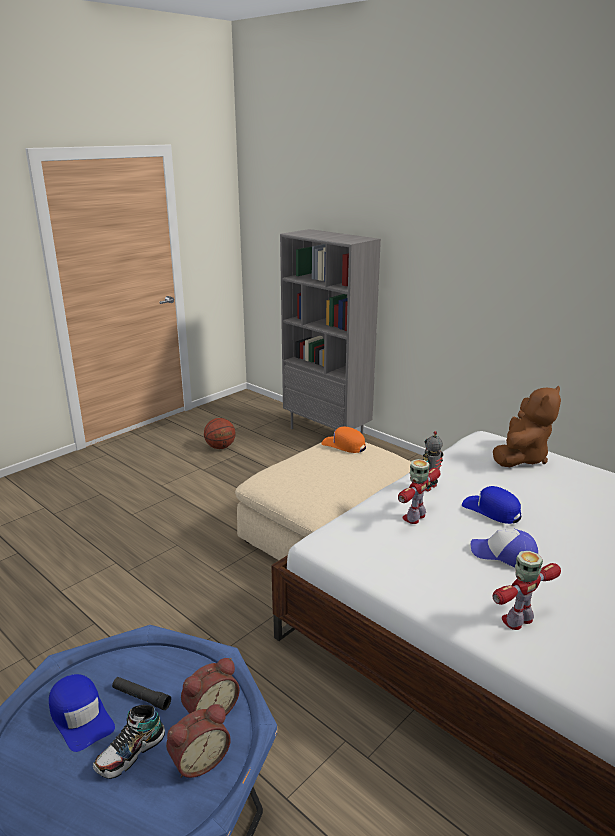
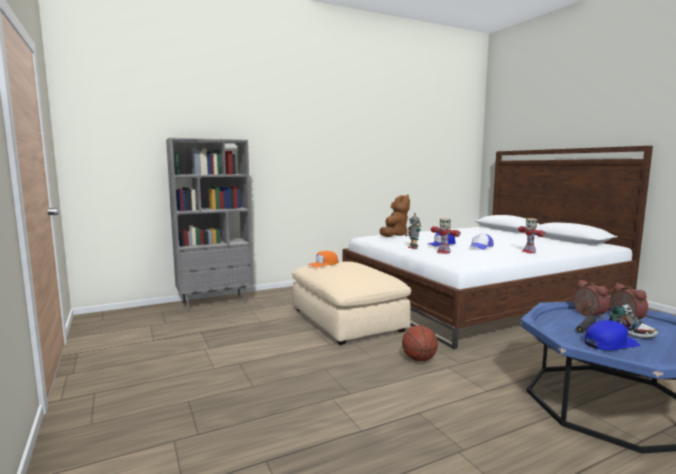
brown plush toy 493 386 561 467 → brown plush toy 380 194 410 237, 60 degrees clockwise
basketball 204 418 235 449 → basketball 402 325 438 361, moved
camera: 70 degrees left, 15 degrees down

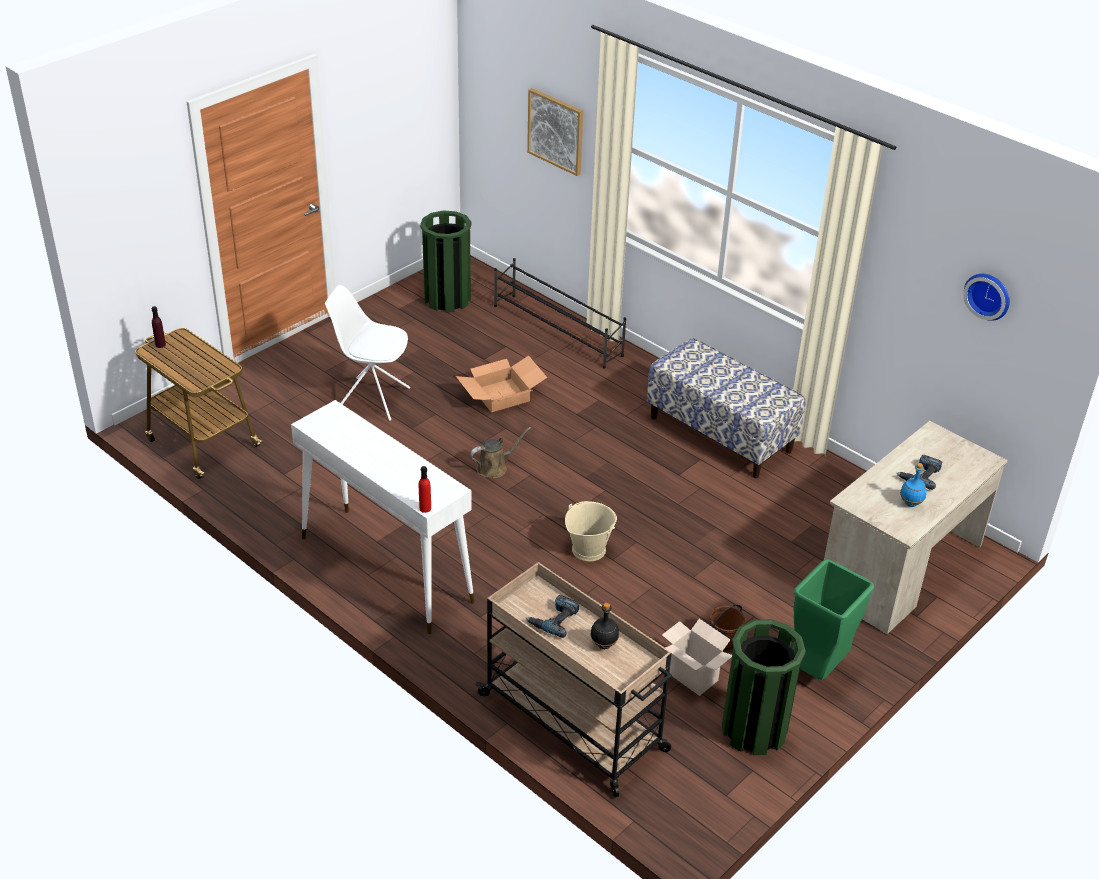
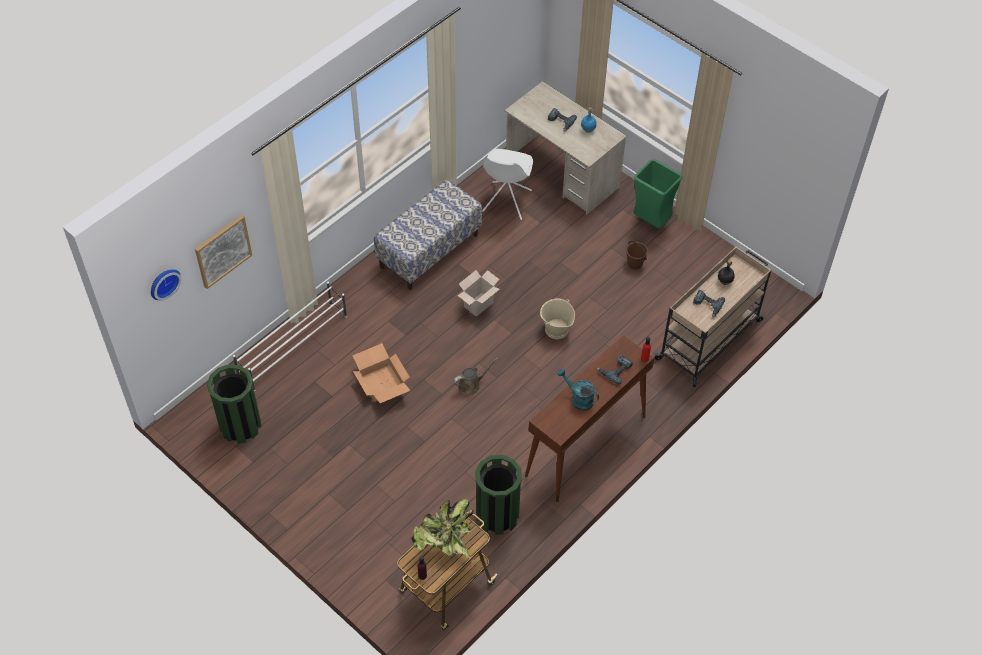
wall clock 964 274 1010 321 → wall clock 151 269 181 301, moved
black shoe rack 494 258 626 369 → white shoe rack 233 282 347 391
- → potted plant 411 499 473 558
brown watering can 470 427 531 478 → brown watering can 453 357 498 395, 90 degrees clockwise
cardboard box 662 619 732 696 → cardboard box 458 270 500 317, moved
green trash can 722 619 806 755 → green trash can 475 455 522 535, moved
white chair 325 285 410 421 → white chair 482 149 533 220, moved
white console table 291 400 475 634 → brown console table 525 335 654 502
- → turquoise watering can 557 369 599 411
- → power drill 597 355 633 385
camera: 90 degrees left, 15 degrees up

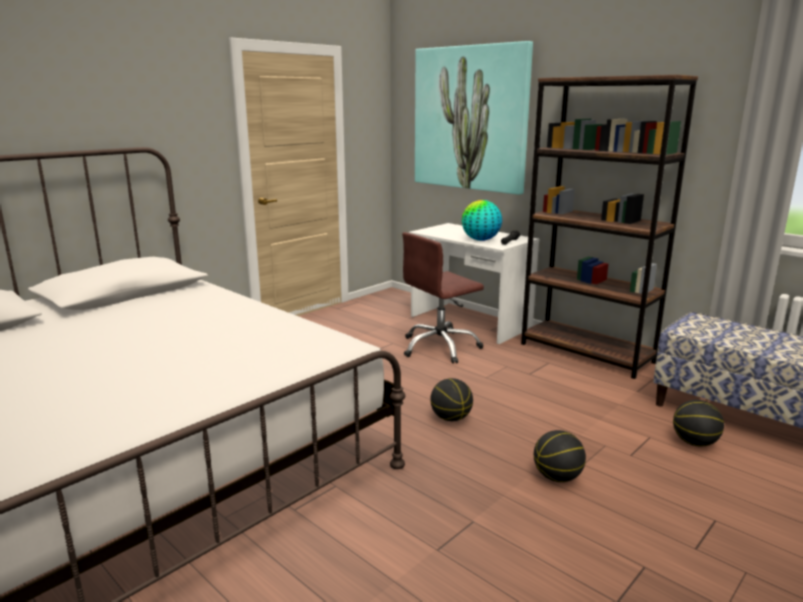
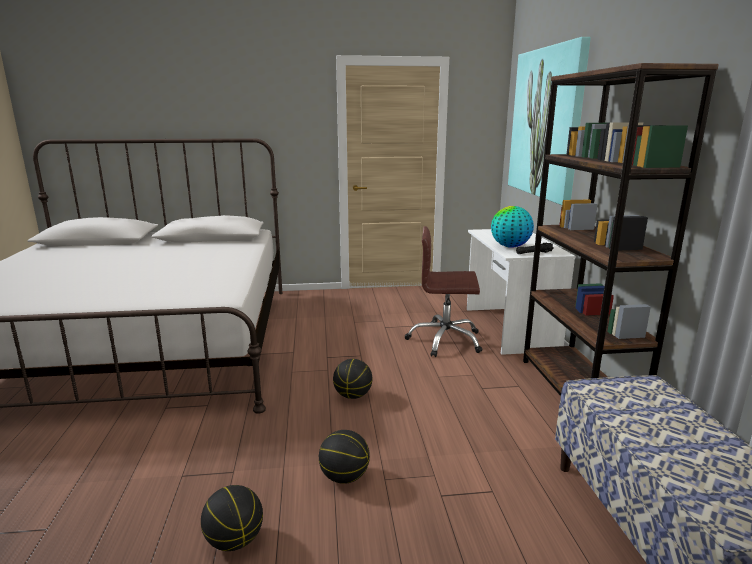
basketball 673 400 724 447 → basketball 201 485 263 551, moved
camera: 40 degrees right, 0 degrees up

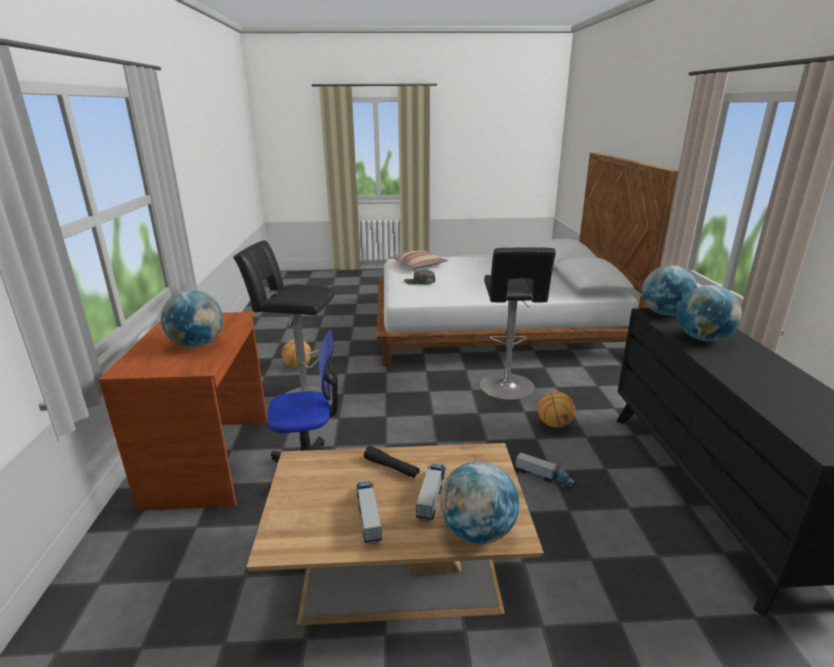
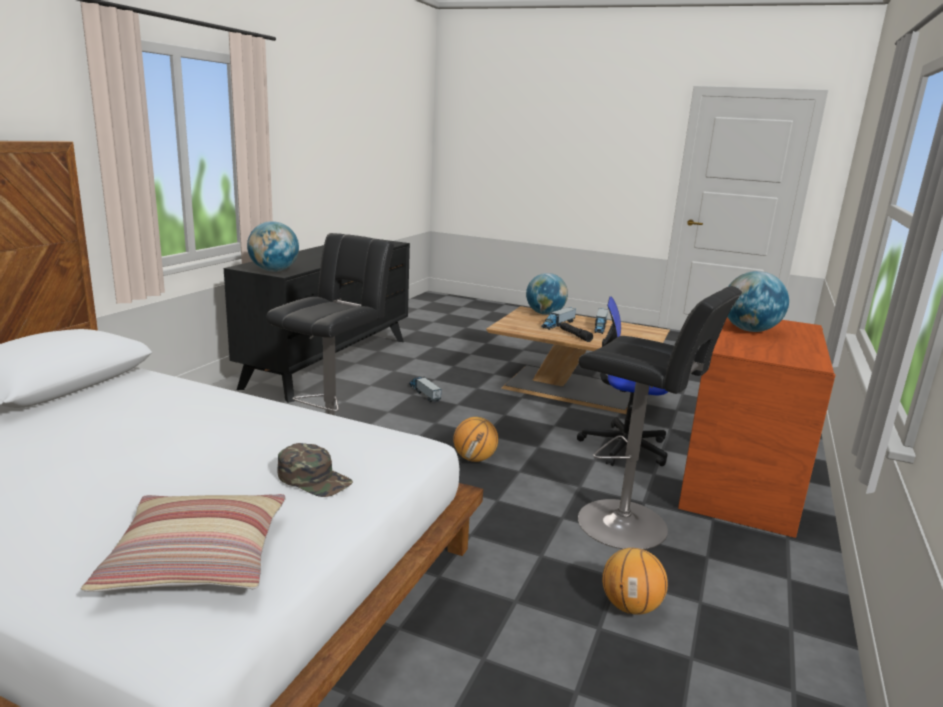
basketball 538 391 575 428 → basketball 453 417 498 462, moved
globe 677 285 742 341 → -
camera: 155 degrees left, 5 degrees down

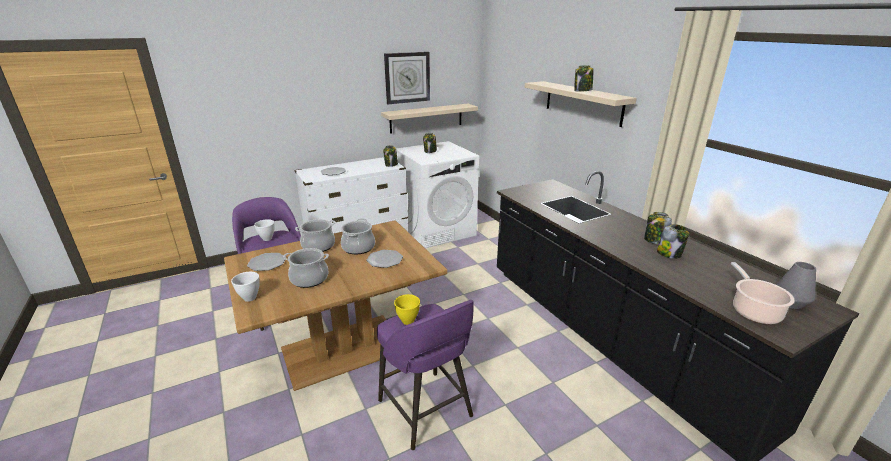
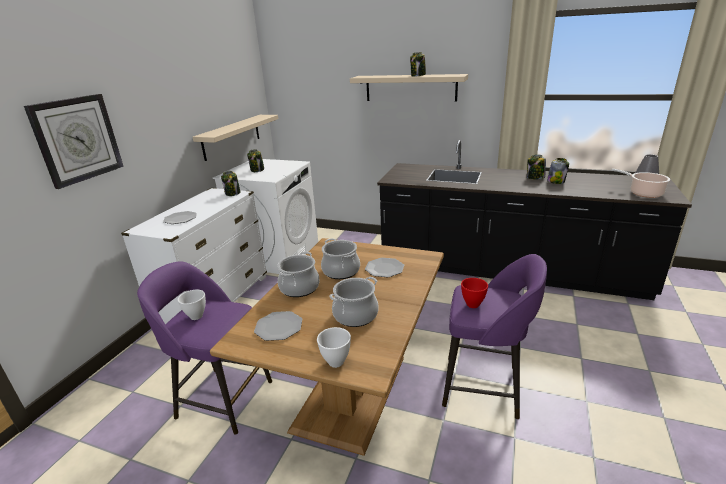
wall clock 384 52 430 104 → wall clock 24 94 124 189, moved
yellow bowl 394 294 420 325 → red bowl 461 278 488 308
camera: 40 degrees left, 0 degrees up

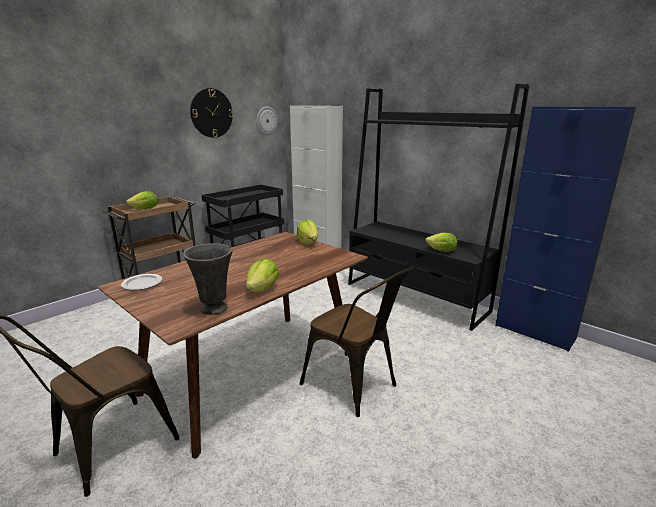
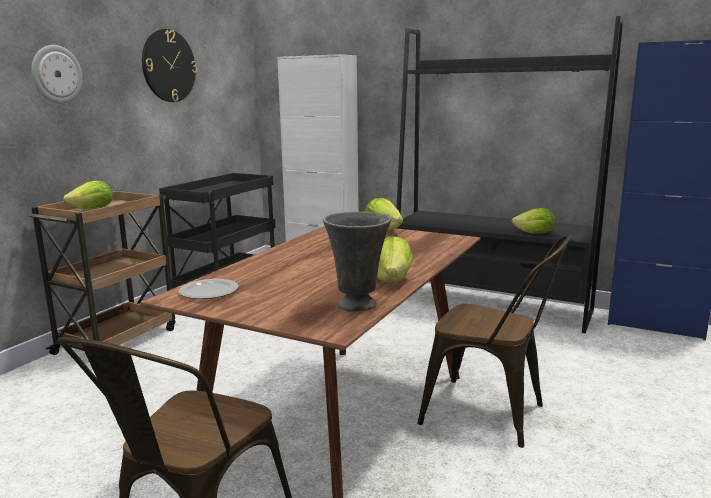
wall clock 256 107 278 135 → wall clock 31 45 83 104, moved
camera: 15 degrees left, 5 degrees down

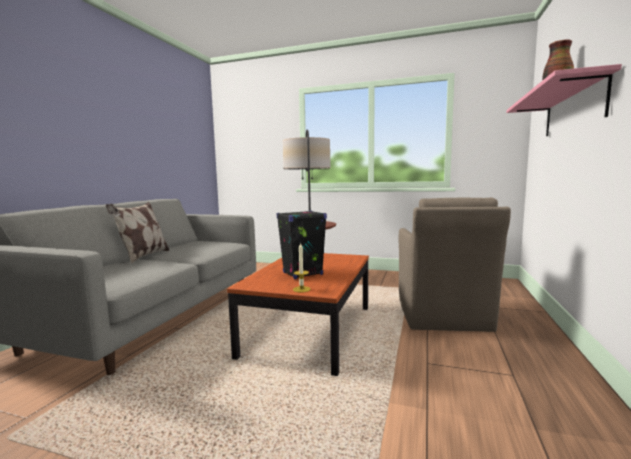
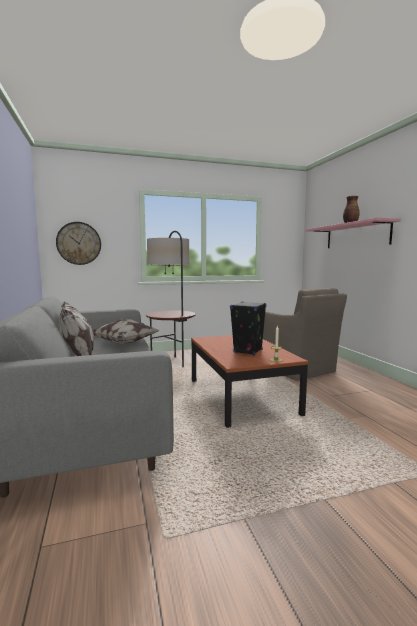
- → wall clock 56 222 101 265
- → pillow 93 319 160 344
camera: 35 degrees left, 0 degrees up

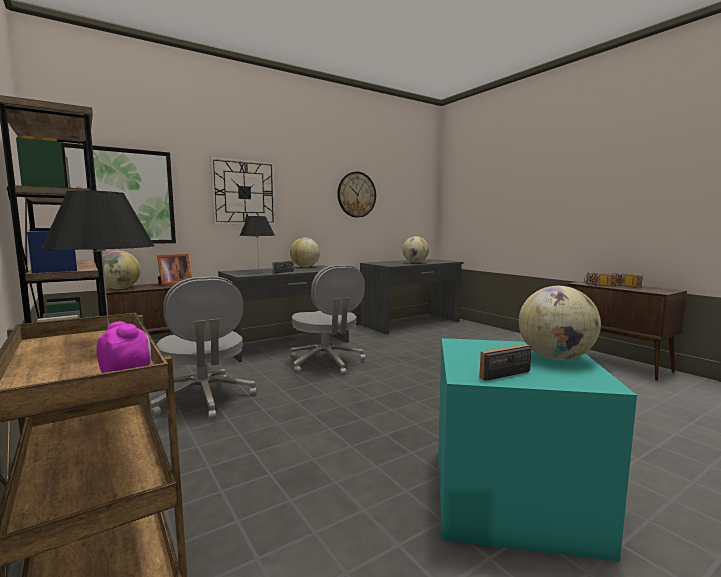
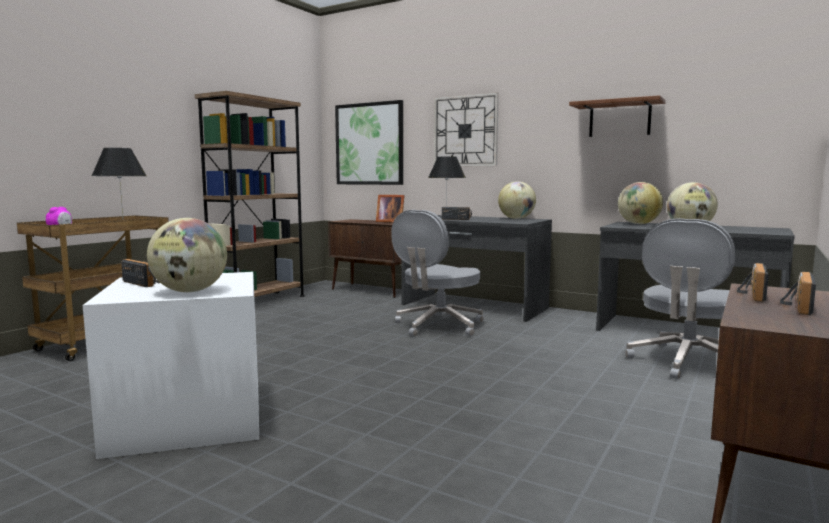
turquoise storage box 438 338 637 561 → white storage box 83 272 259 459
wall clock 337 172 376 218 → brown shelf 569 95 666 137
globe 103 251 141 289 → globe 618 182 663 224, moved
grey office chair 150 276 257 420 → grey office chair 625 218 735 379, moved
camera: 65 degrees right, 0 degrees up

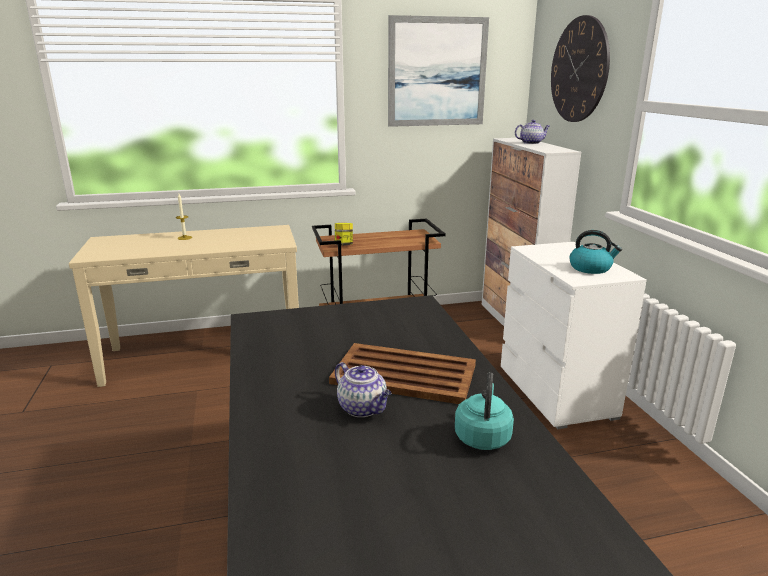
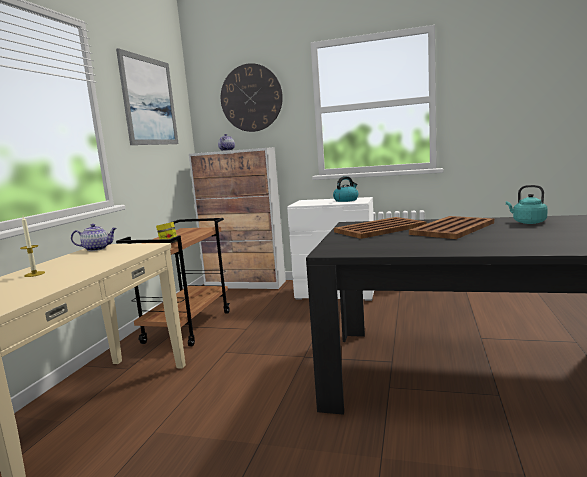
teapot 335 362 391 417 → teapot 71 224 117 251, moved
- → brown tray 334 217 426 239
camera: 60 degrees left, 10 degrees down

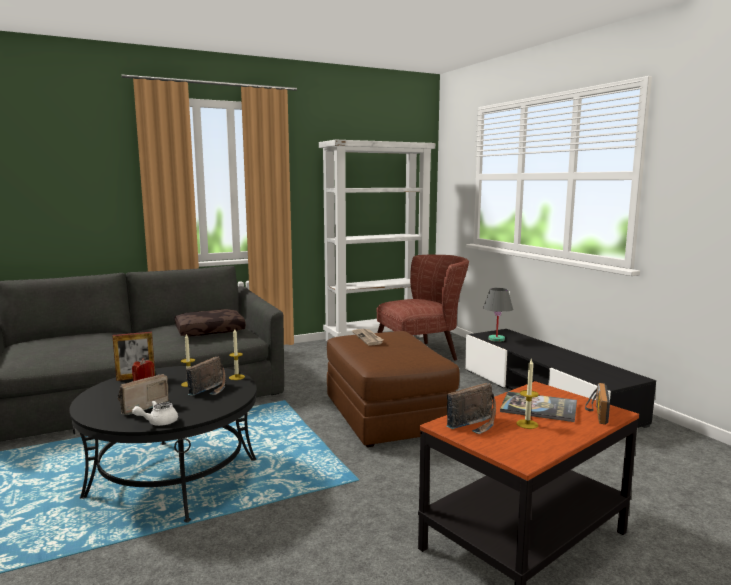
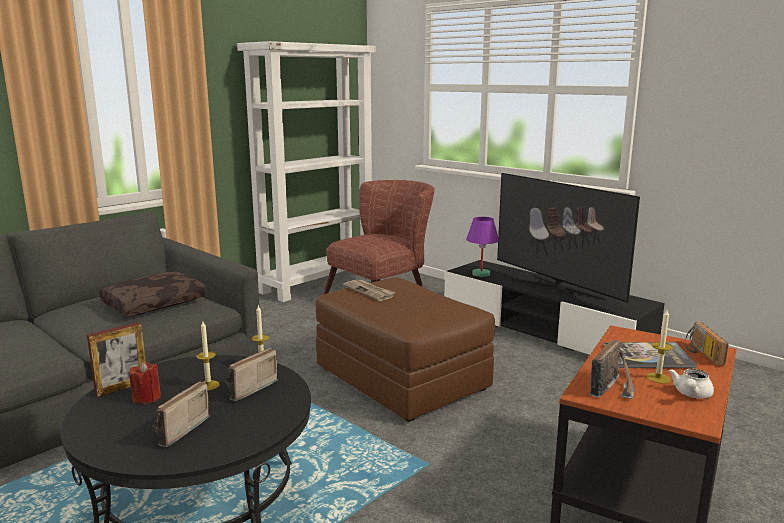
radio 186 356 226 396 → radio 225 348 278 401, 150 degrees counterclockwise
grey table lamp 483 288 513 342 → purple table lamp 466 217 499 277
- → television 497 173 640 306
white teapot 132 401 178 426 → white teapot 669 369 714 398, moved
camera: 20 degrees left, 5 degrees up

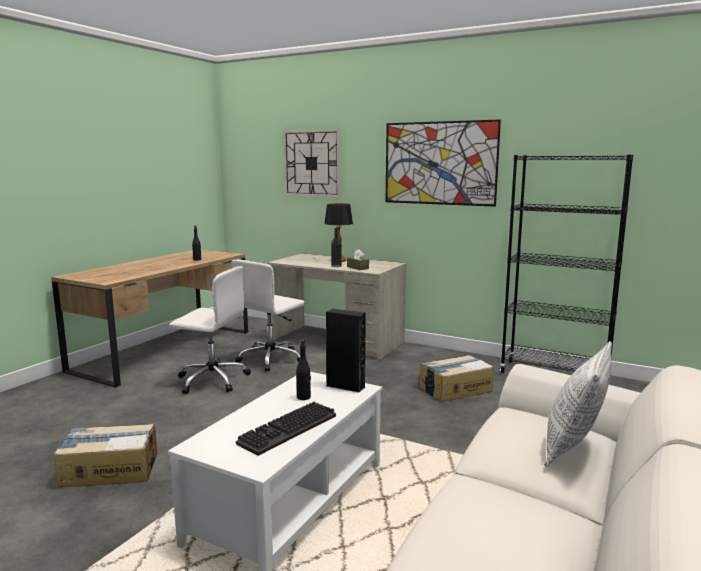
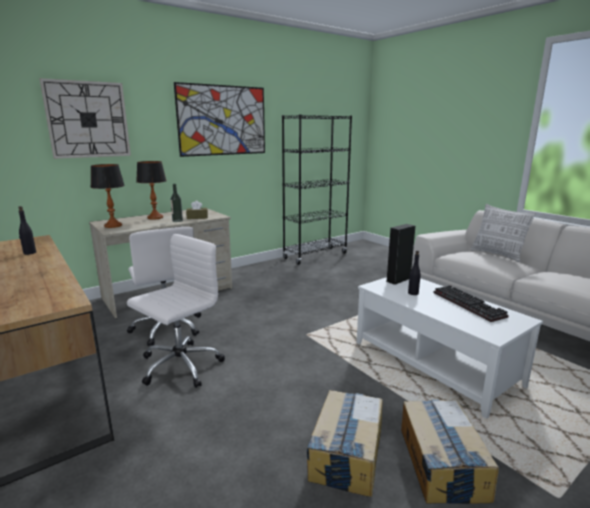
- → table lamp 90 164 125 228
cardboard box 419 355 493 402 → cardboard box 401 399 499 504, moved
camera: 65 degrees left, 5 degrees up

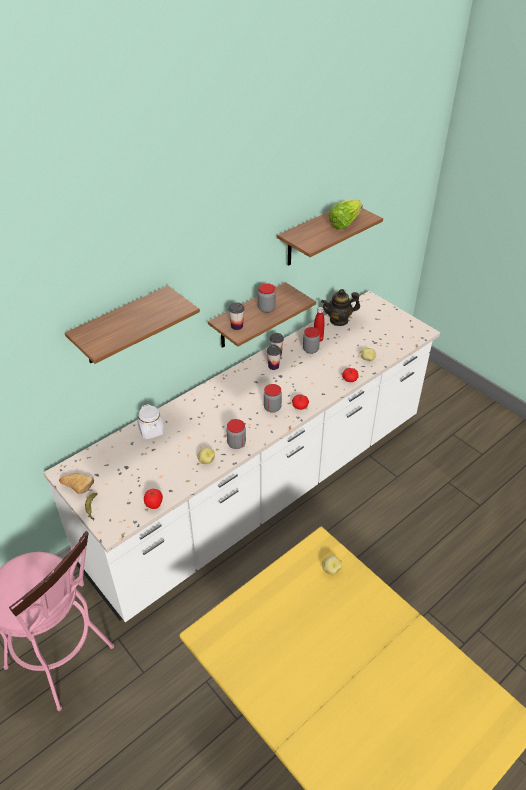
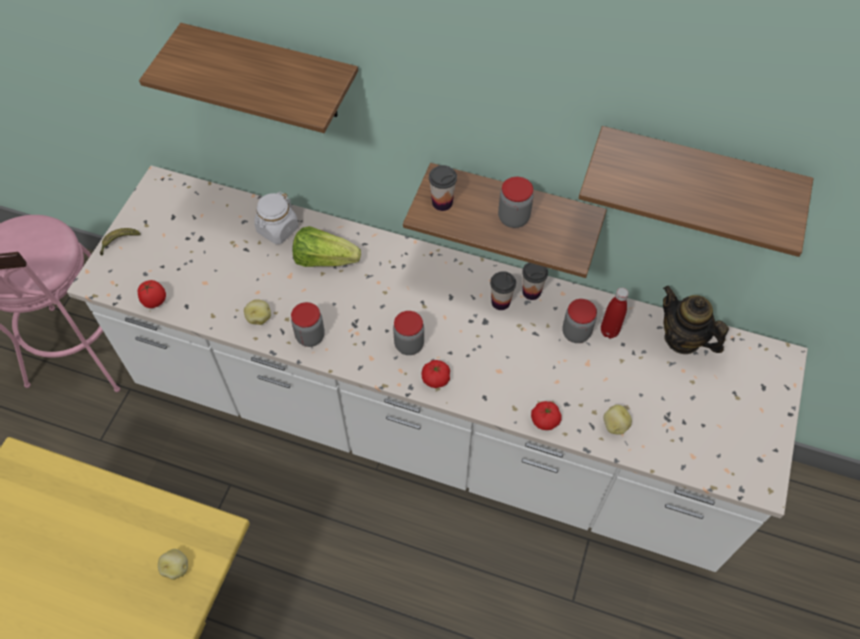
lettuce 328 199 363 229 → lettuce 292 226 361 267, moved
bread 59 473 94 494 → -
camera: 60 degrees right, 15 degrees up

